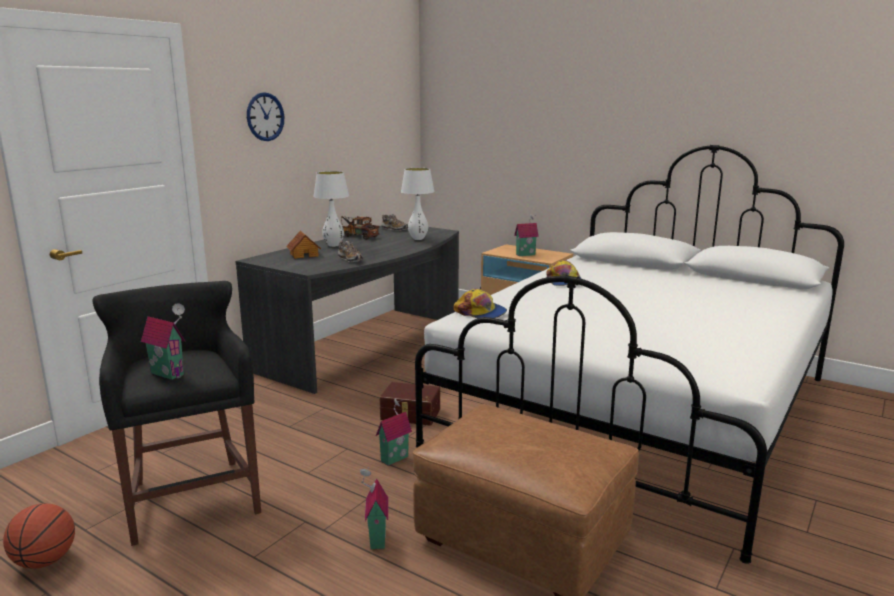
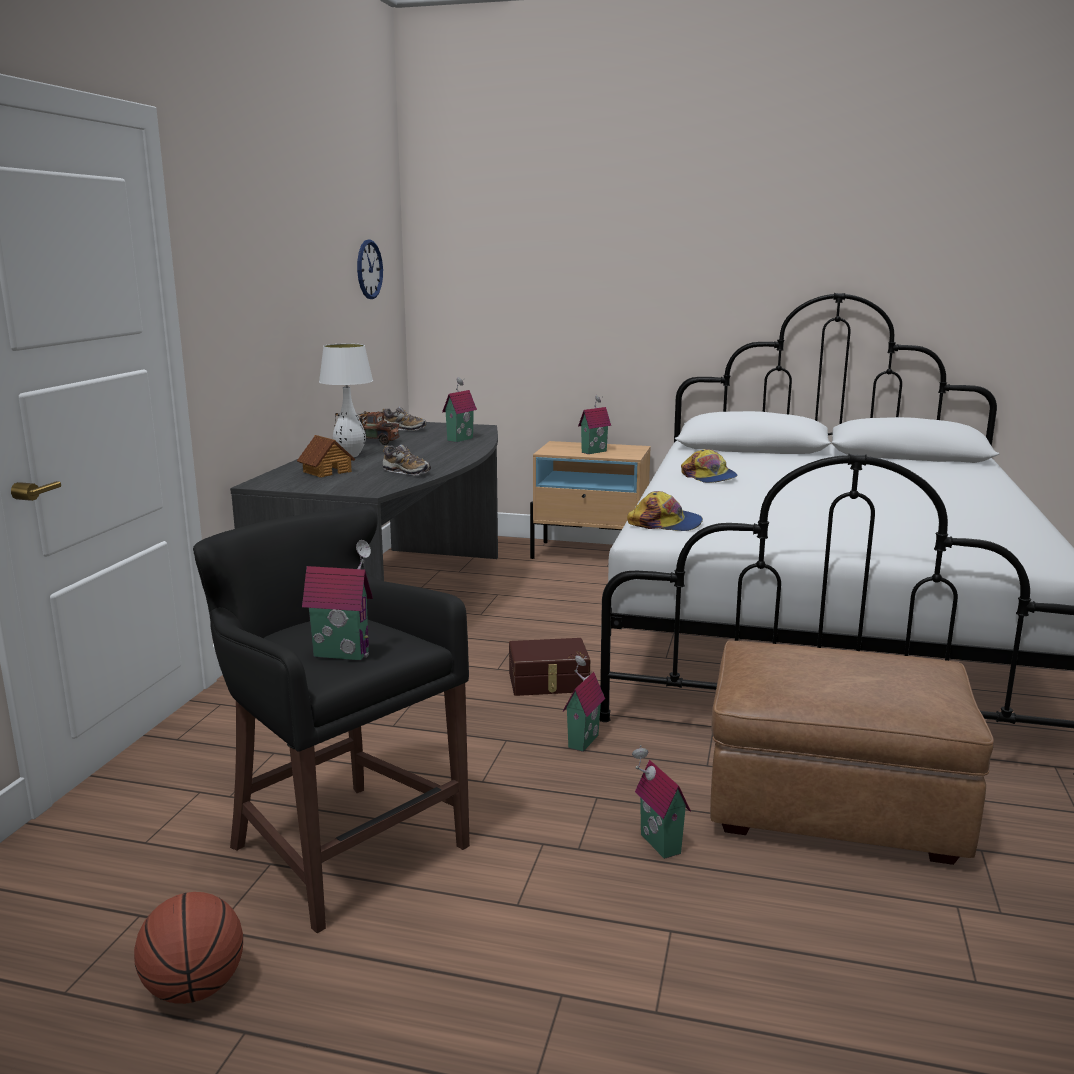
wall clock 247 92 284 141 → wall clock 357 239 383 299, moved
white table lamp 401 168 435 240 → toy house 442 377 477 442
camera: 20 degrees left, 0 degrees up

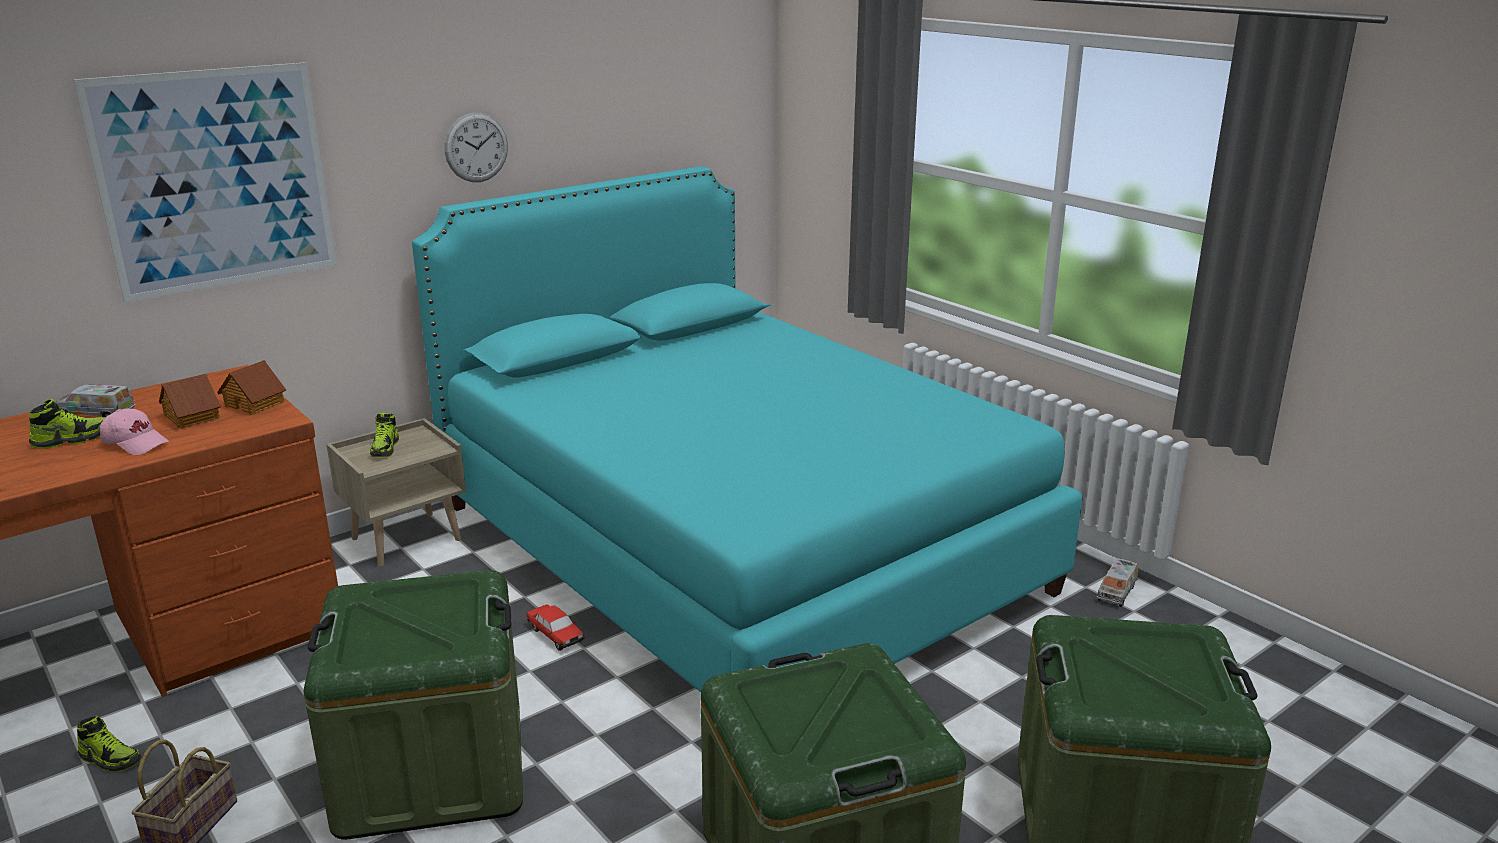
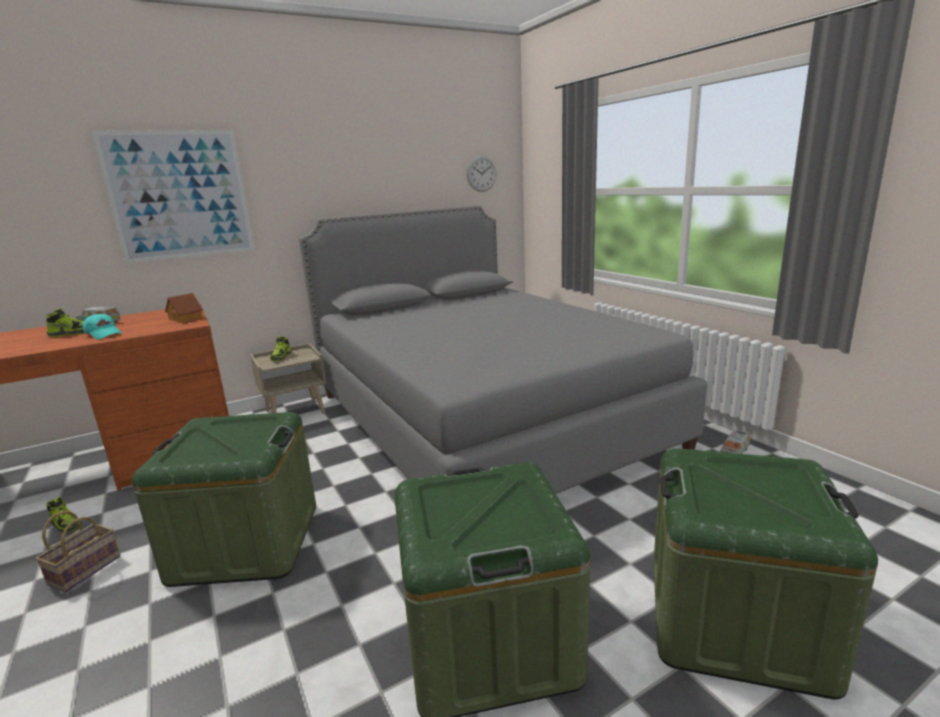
pink cap 100 409 169 455 → turquoise cap 82 314 122 339
turquoise bed 412 166 1083 692 → grey bed 299 205 707 494
wall clock 444 113 508 182 → wall clock 467 155 497 192, moved
toy house 159 374 221 429 → -
toy car 526 604 585 651 → -
camera: 10 degrees right, 5 degrees down

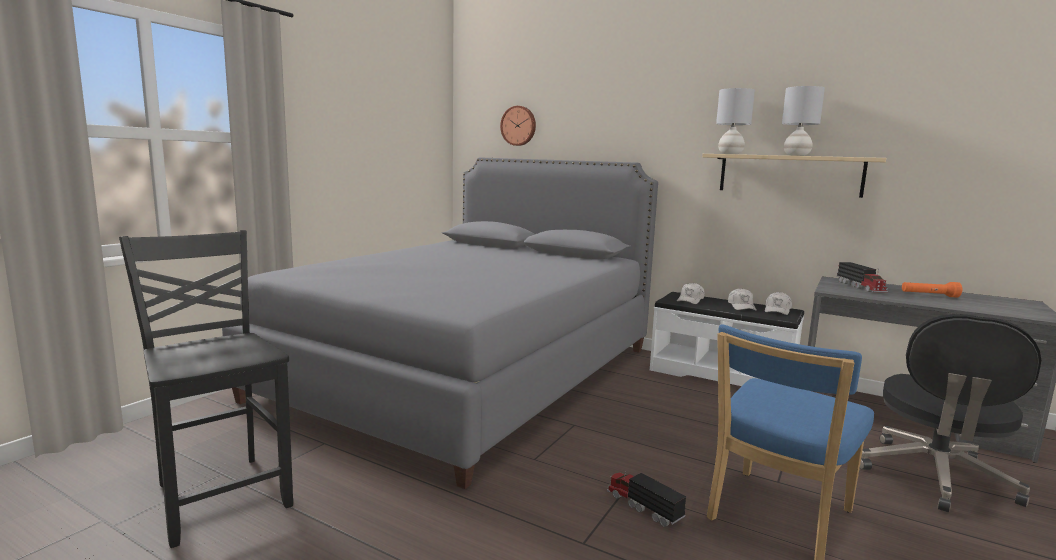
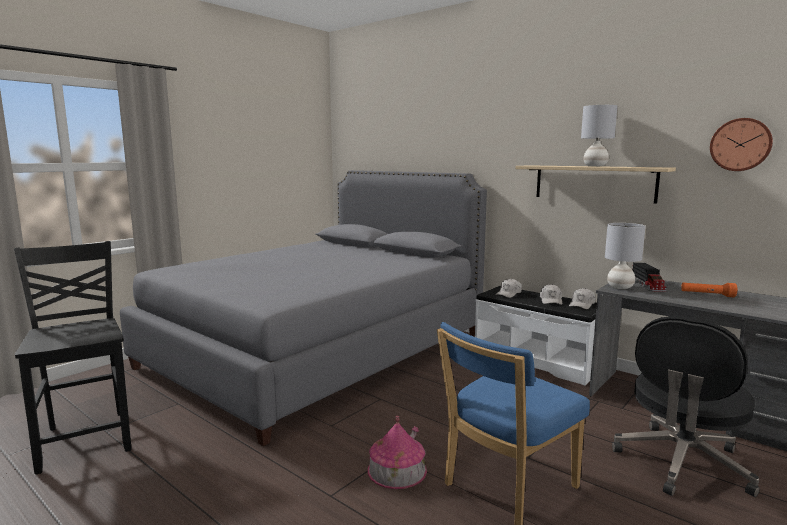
toy truck 607 471 686 527 → toy house 368 416 427 489
grey table lamp 716 88 755 154 → grey table lamp 605 223 646 289, moved
wall clock 500 106 536 146 → wall clock 710 118 773 171, moved
camera: 10 degrees right, 0 degrees up

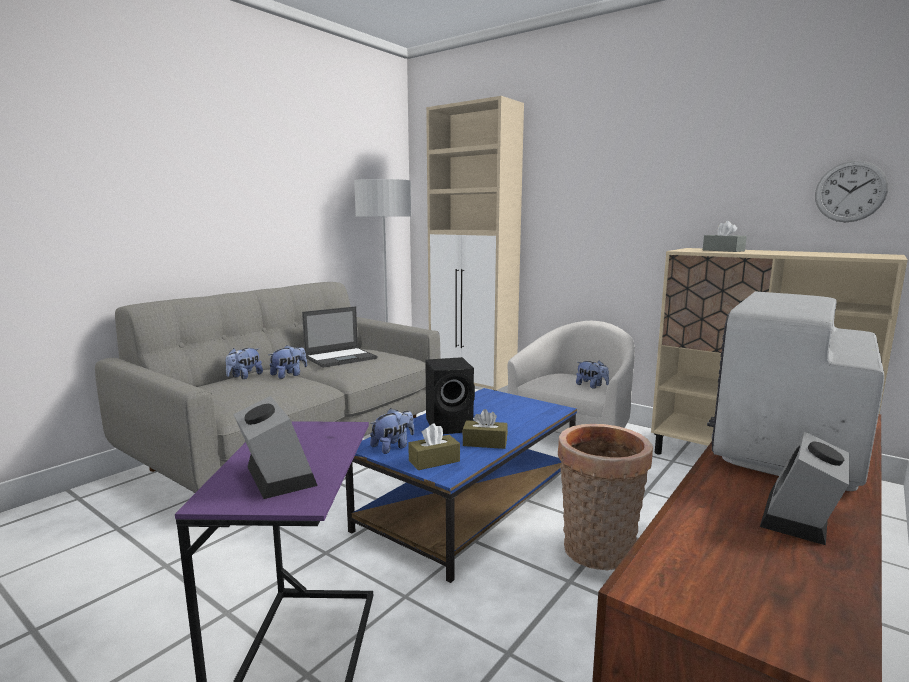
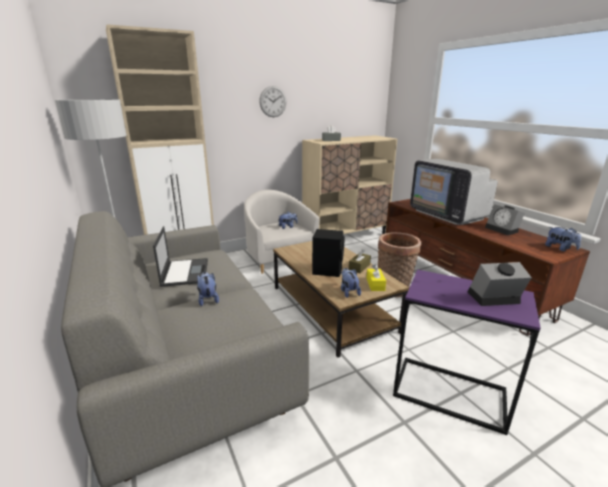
wall clock 815 161 888 222 → wall clock 259 86 287 117, moved
blue coffee table 345 388 577 583 → brown coffee table 273 241 409 358
brown tissue box 408 423 460 470 → yellow tissue box 367 264 386 291
plush toy 226 348 263 379 → plush toy 545 227 581 251, moved
camera: 65 degrees left, 10 degrees up

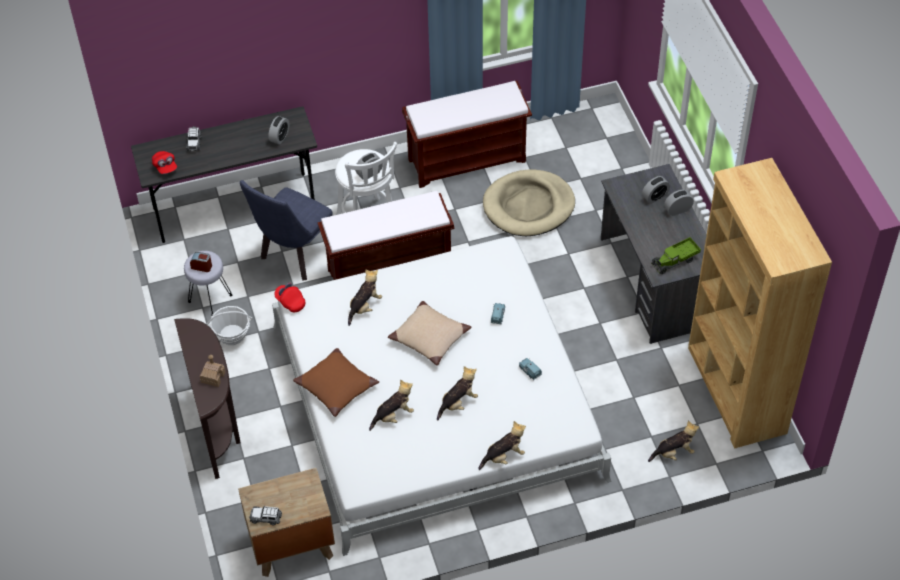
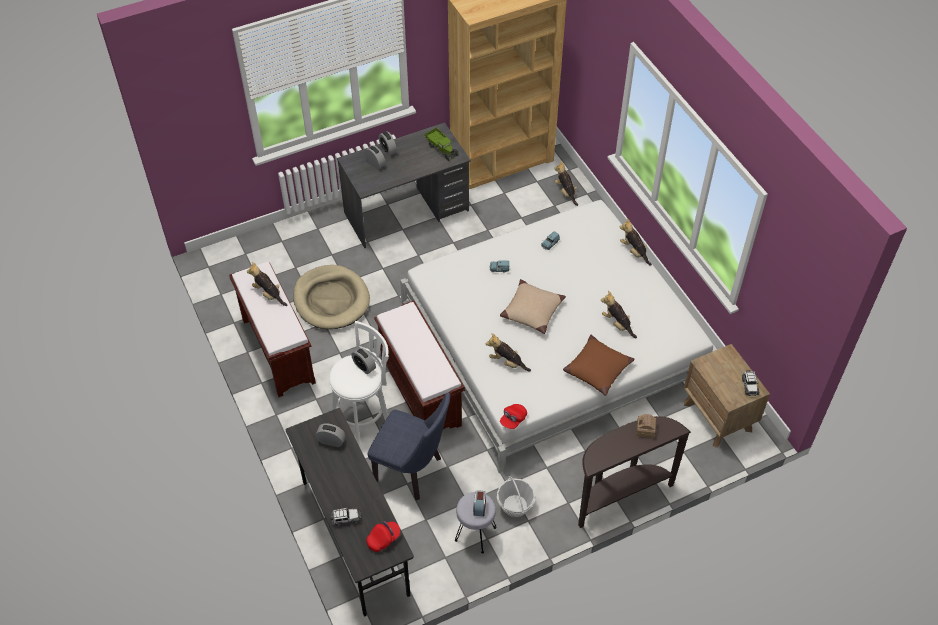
plush toy 437 366 478 420 → plush toy 247 262 287 306, moved
camera: 100 degrees left, 0 degrees up

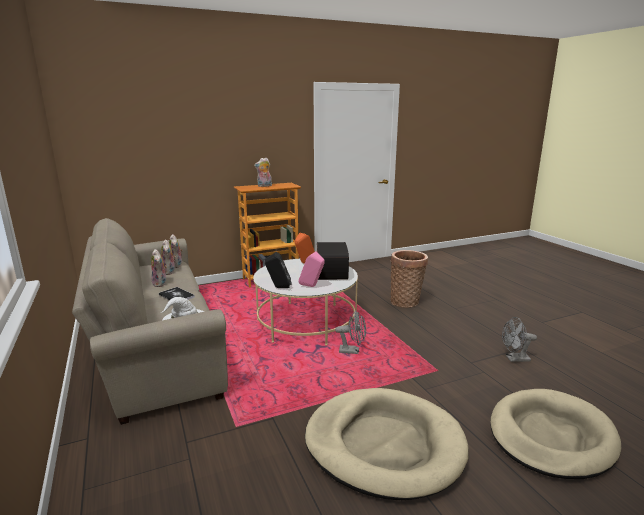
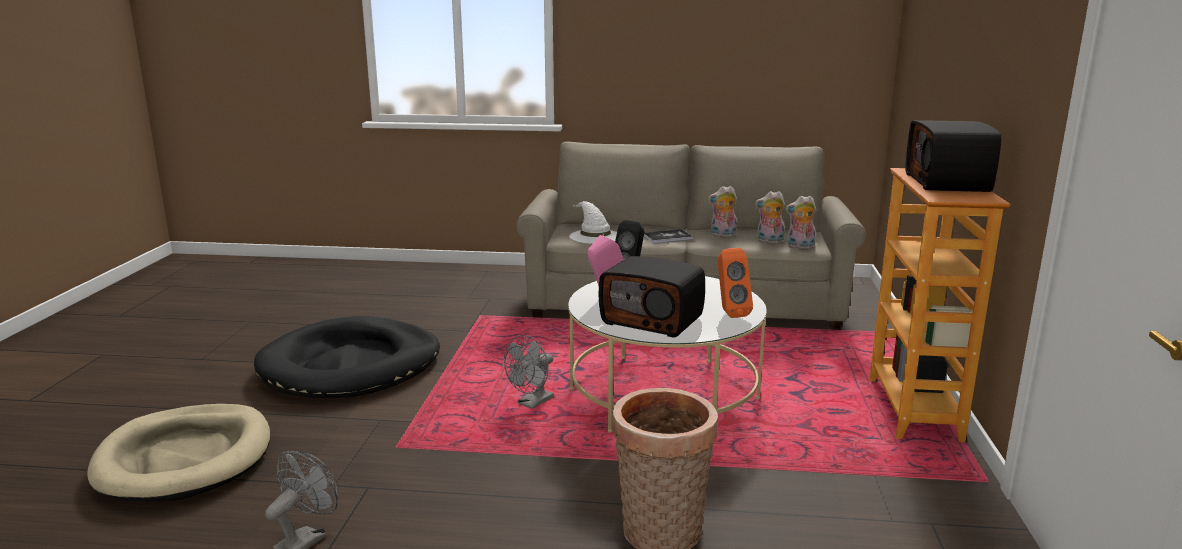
beige dog bed 305 388 469 500 → black dog bed 254 316 440 398
plush toy 254 158 272 187 → radio 905 120 1002 192
camera: 120 degrees right, 0 degrees up

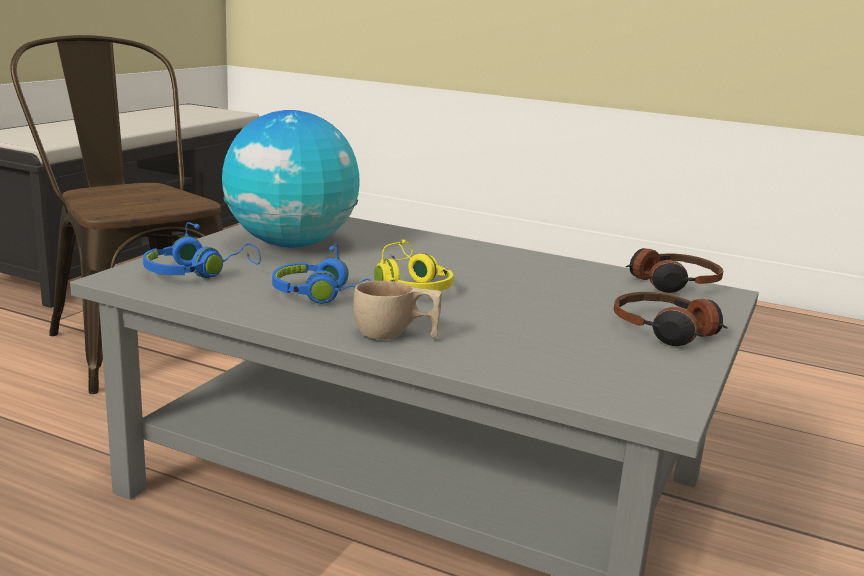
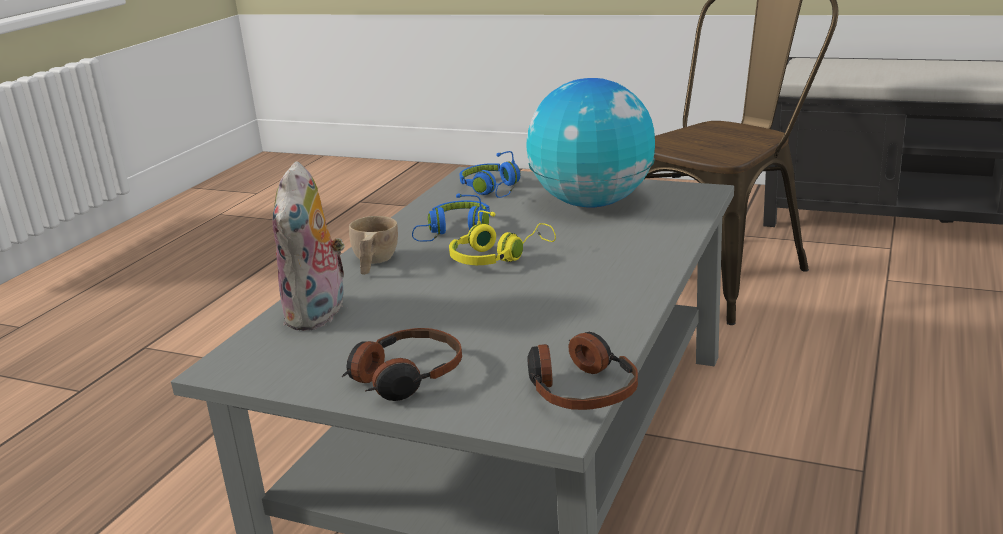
- → plush toy 272 161 345 331
camera: 90 degrees right, 5 degrees up

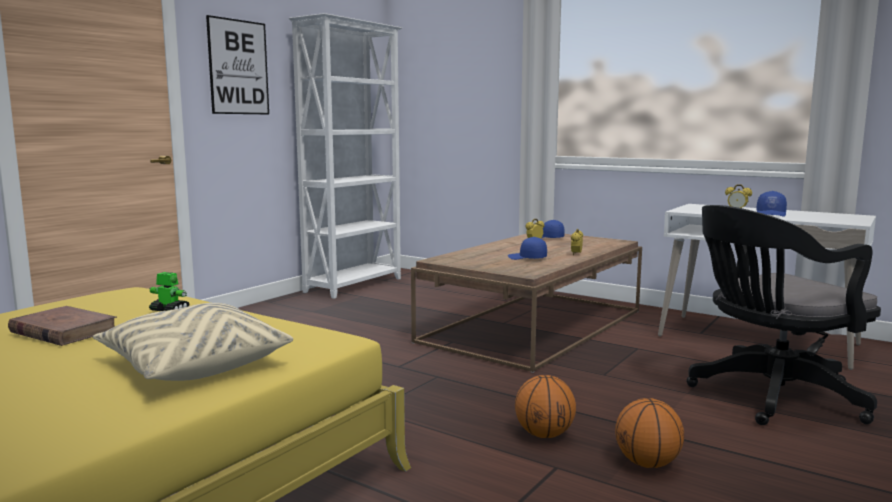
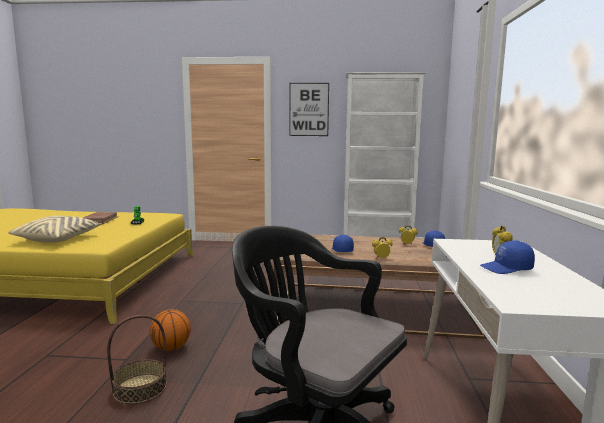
basketball 615 398 684 468 → basket 107 315 167 405
camera: 60 degrees right, 0 degrees up

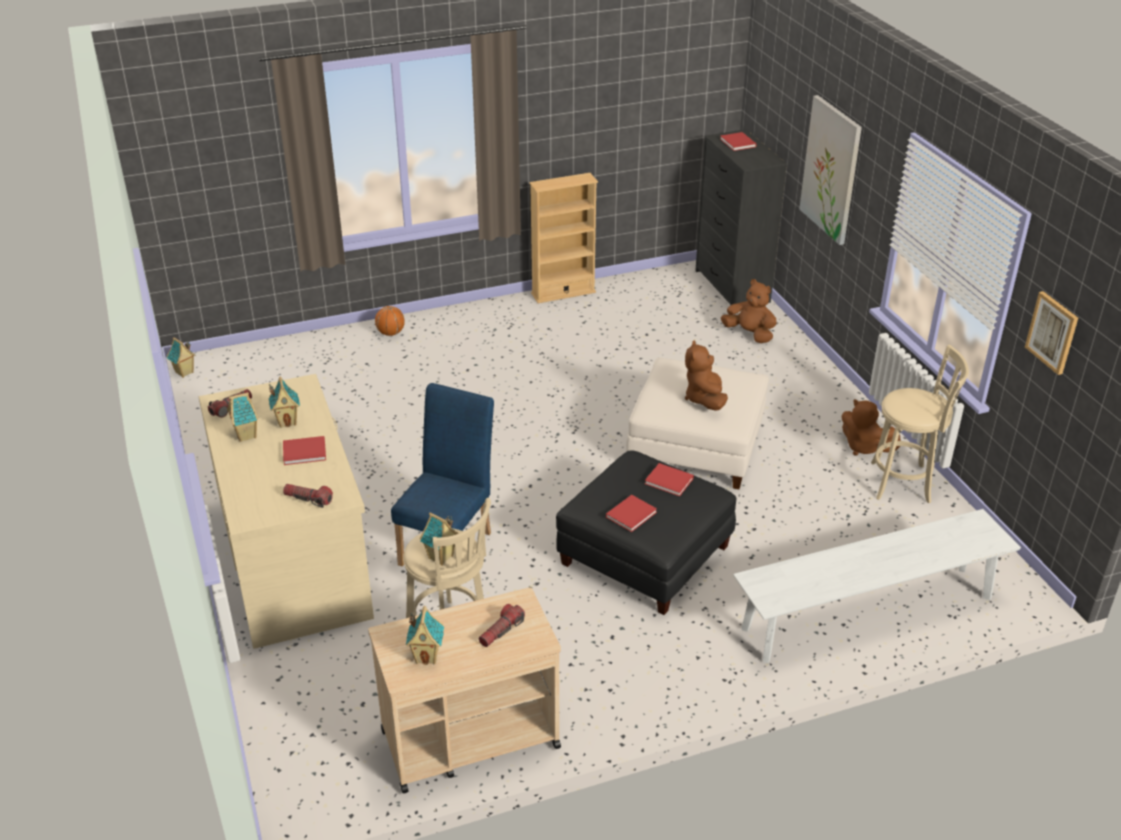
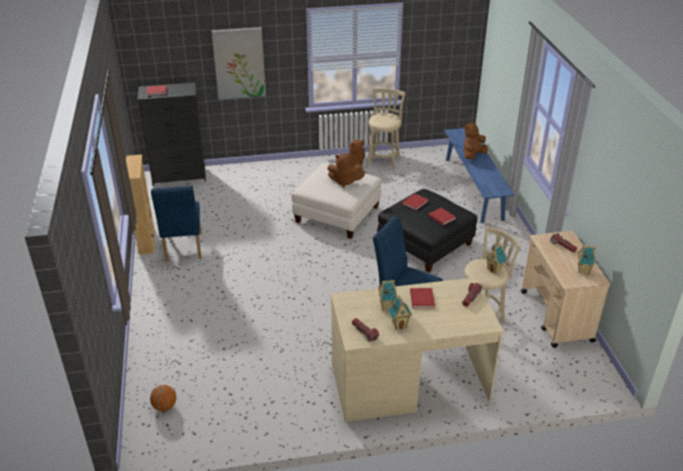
basketball 375 306 405 336 → basketball 150 385 176 411, moved
- → blue chair 151 186 202 262
white bench 733 509 1021 663 → blue bench 444 128 514 224
brown plush toy 721 279 777 343 → brown plush toy 463 122 488 159, moved
toy house 167 337 196 378 → -
picture 1025 291 1078 375 → -
camera: 80 degrees left, 0 degrees up

